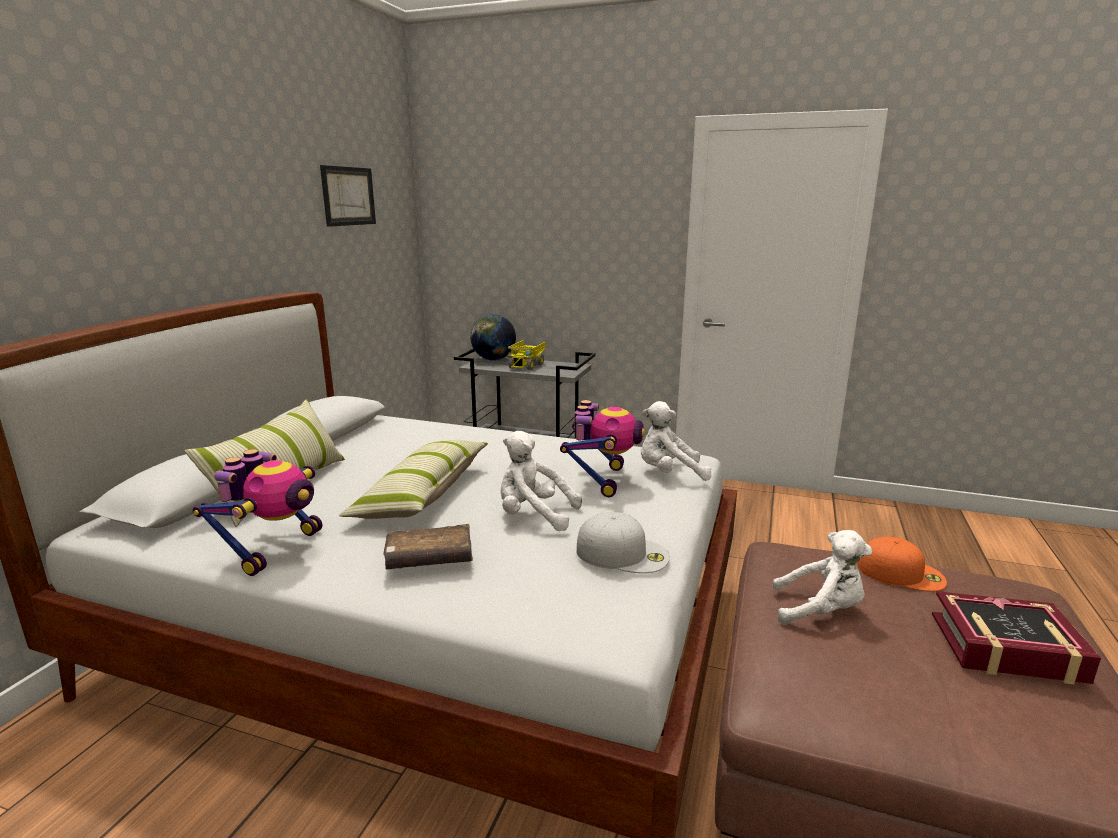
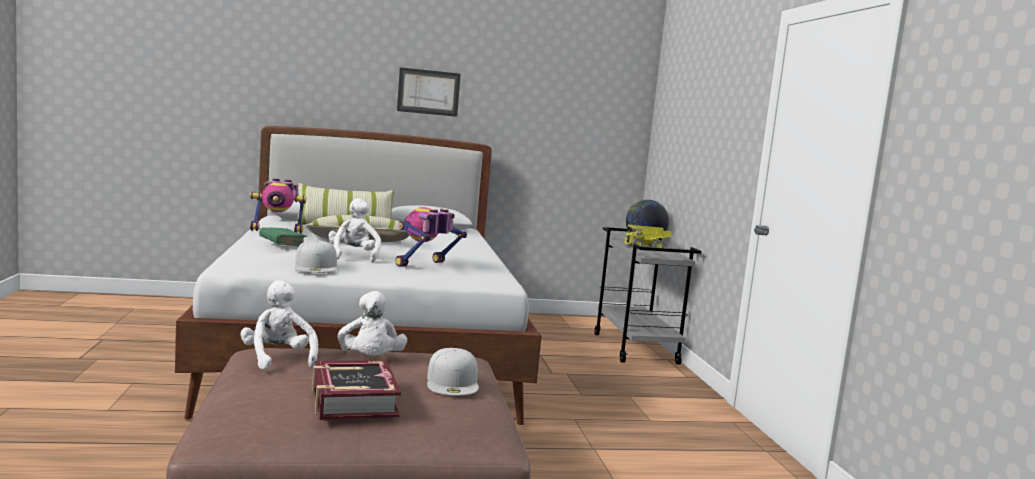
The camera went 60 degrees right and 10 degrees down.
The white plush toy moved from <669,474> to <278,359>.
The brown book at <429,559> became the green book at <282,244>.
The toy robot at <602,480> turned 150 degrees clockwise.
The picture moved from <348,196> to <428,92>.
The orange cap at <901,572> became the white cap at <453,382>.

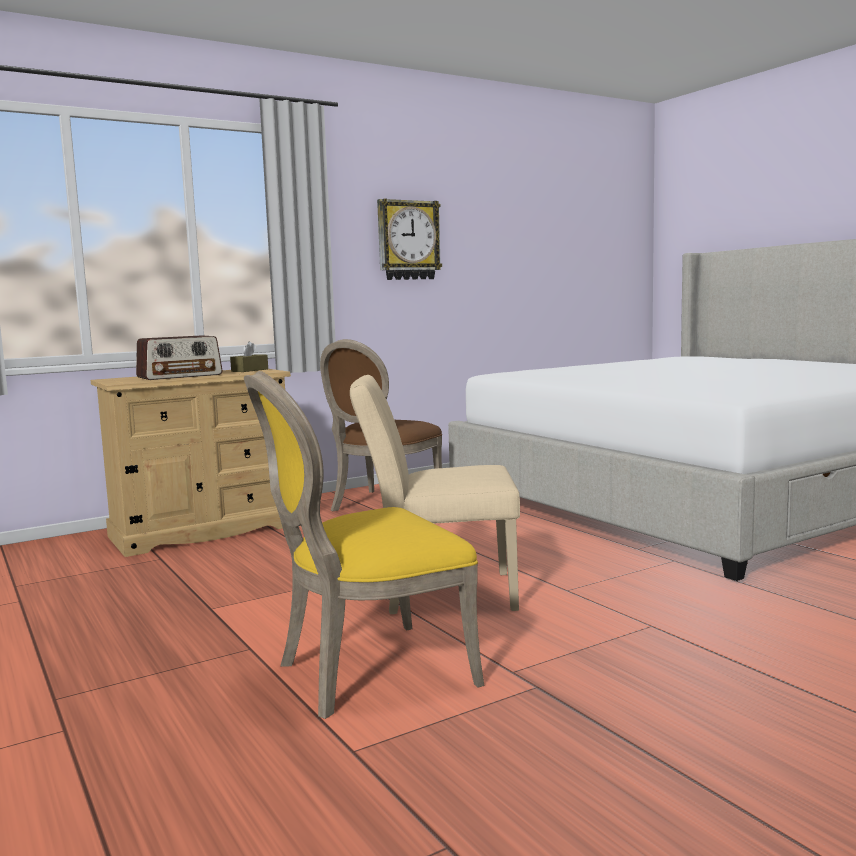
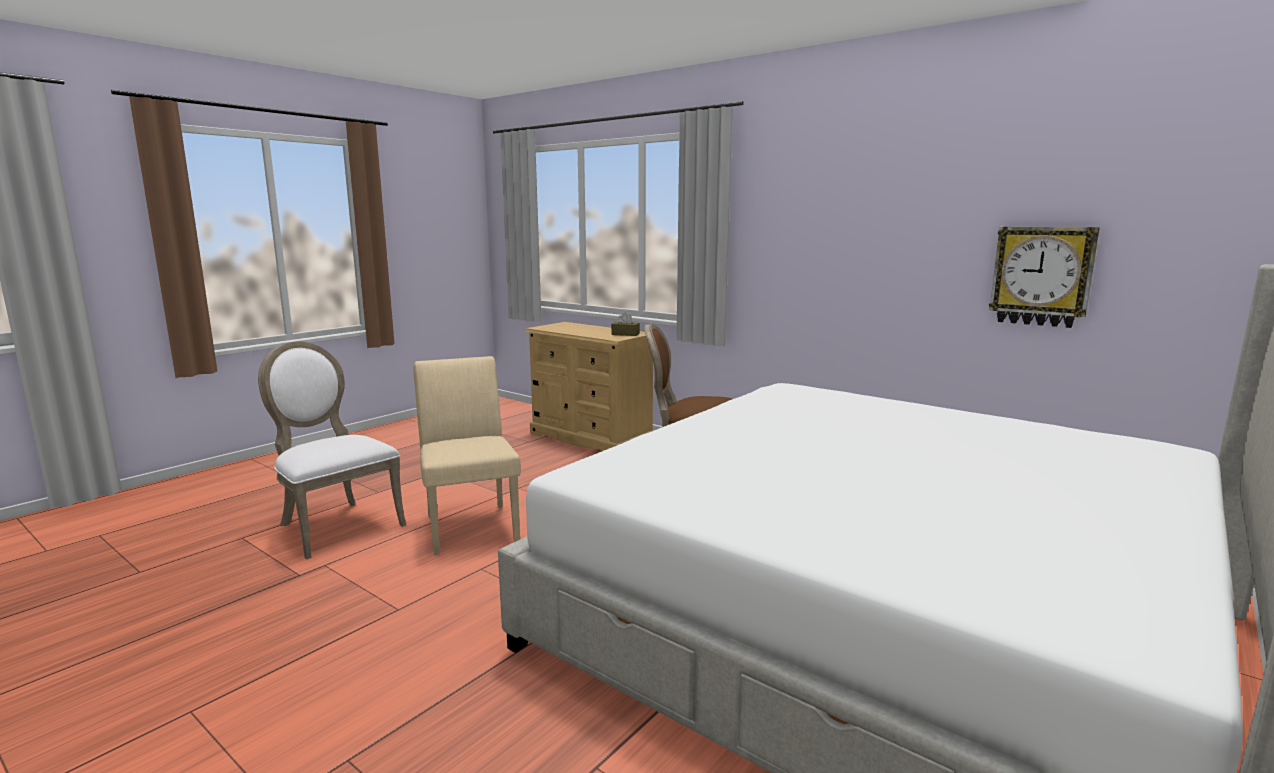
The camera went 70 degrees right and 5 degrees up.
The yellow chair at <367,673> became the white chair at <335,525>.
The wall clock moved from <408,240> to <1041,276>.
The radio at <180,376> disappeared.

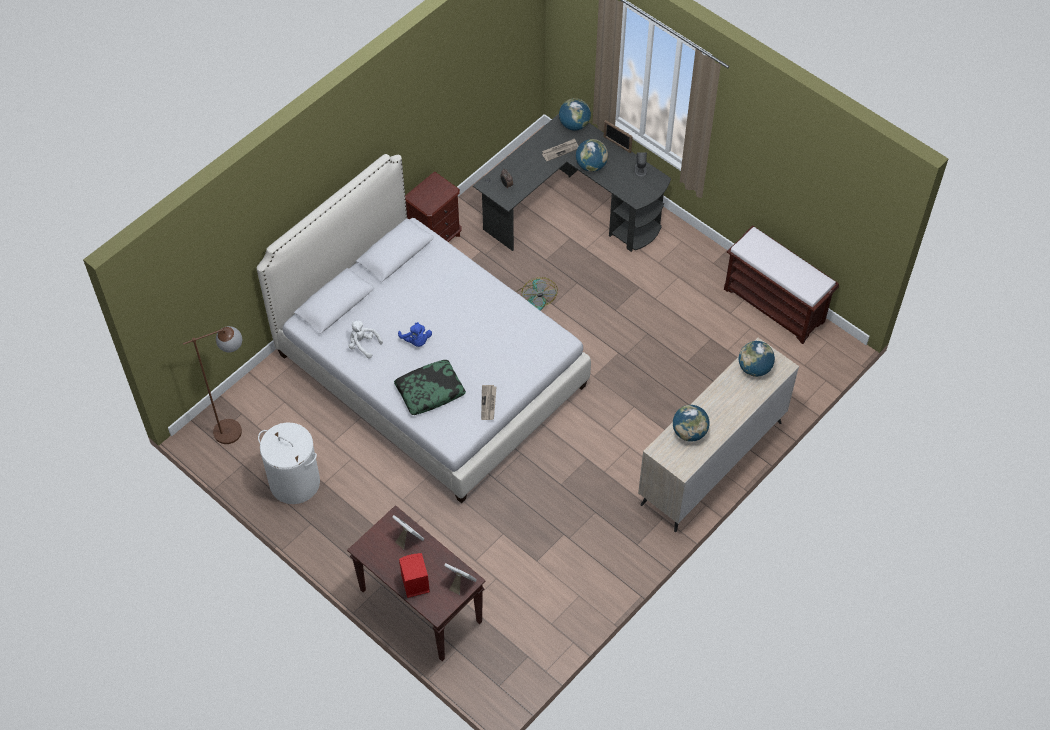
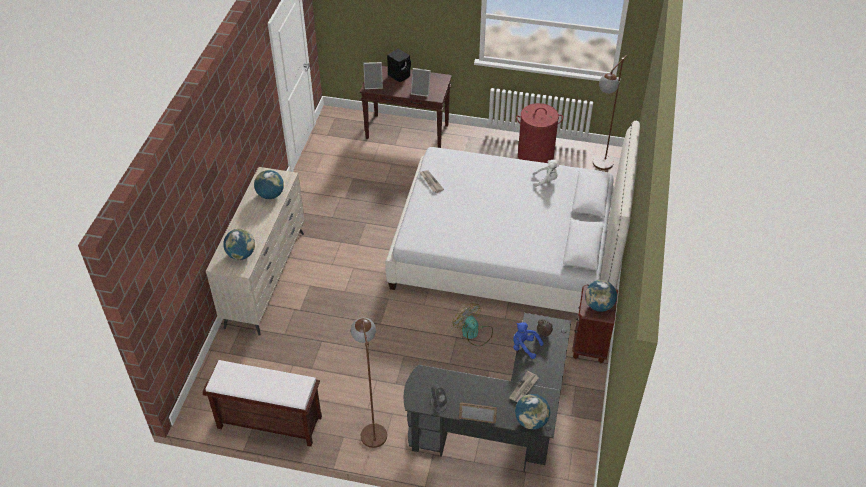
The camera went 150 degrees right and 10 degrees down.
The brown floor lamp at <372,428> appeared.
The red speaker at <414,583> became the black speaker at <399,75>.
The blue plush toy moved from <416,341> to <524,346>.
The white laundry basket at <295,482> became the red laundry basket at <535,156>.
The globe moved from <591,165> to <599,306>.
The pillow at <430,391> disappeared.

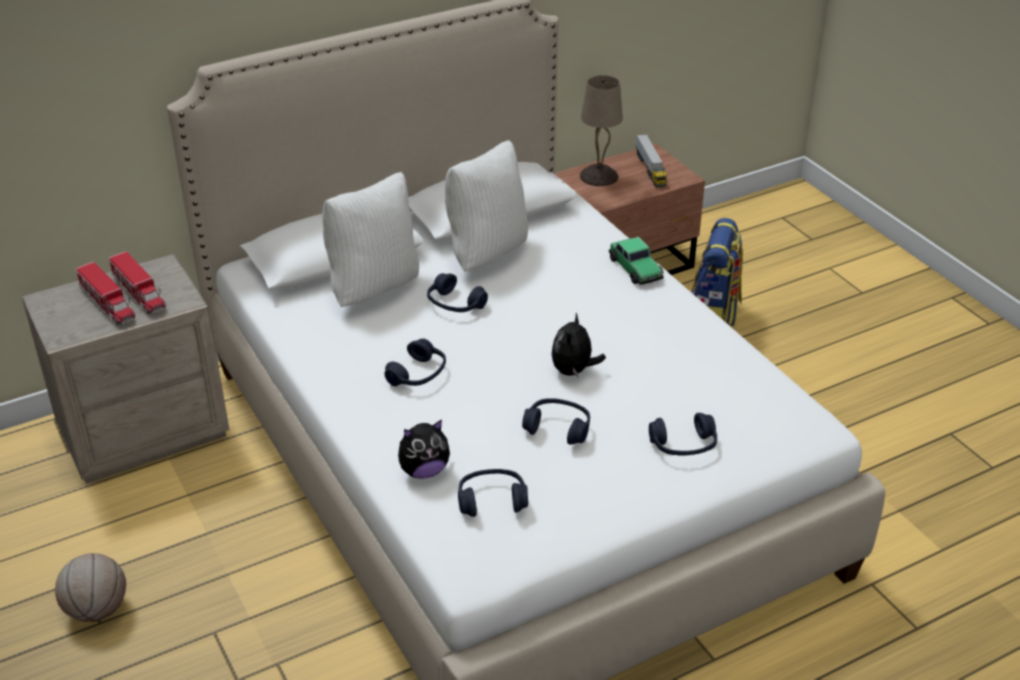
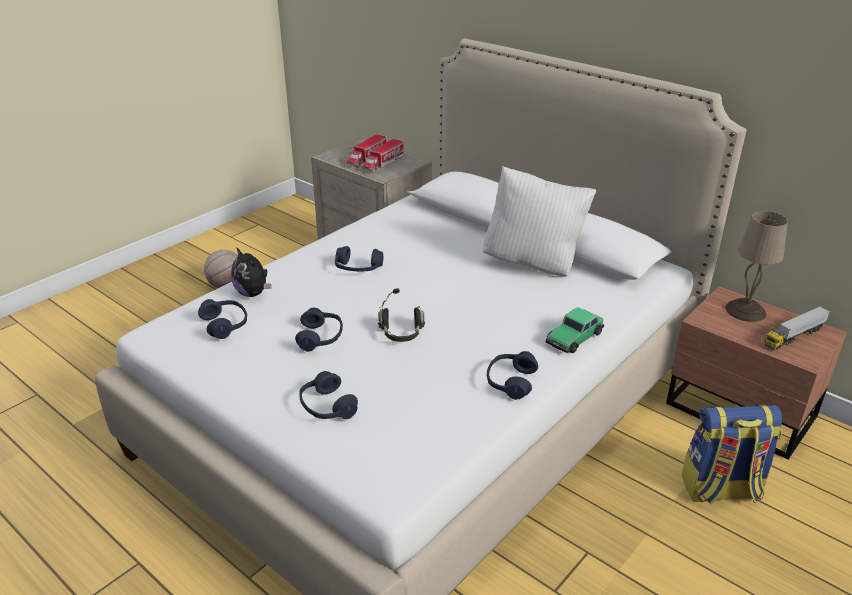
The camera went 70 degrees right and 5 degrees down.
The plush toy at <574,371> was replaced by the black headphones at <401,333>.
The blue headphones moved from <455,304> to <510,382>.
The white pillow at <373,287> disappeared.

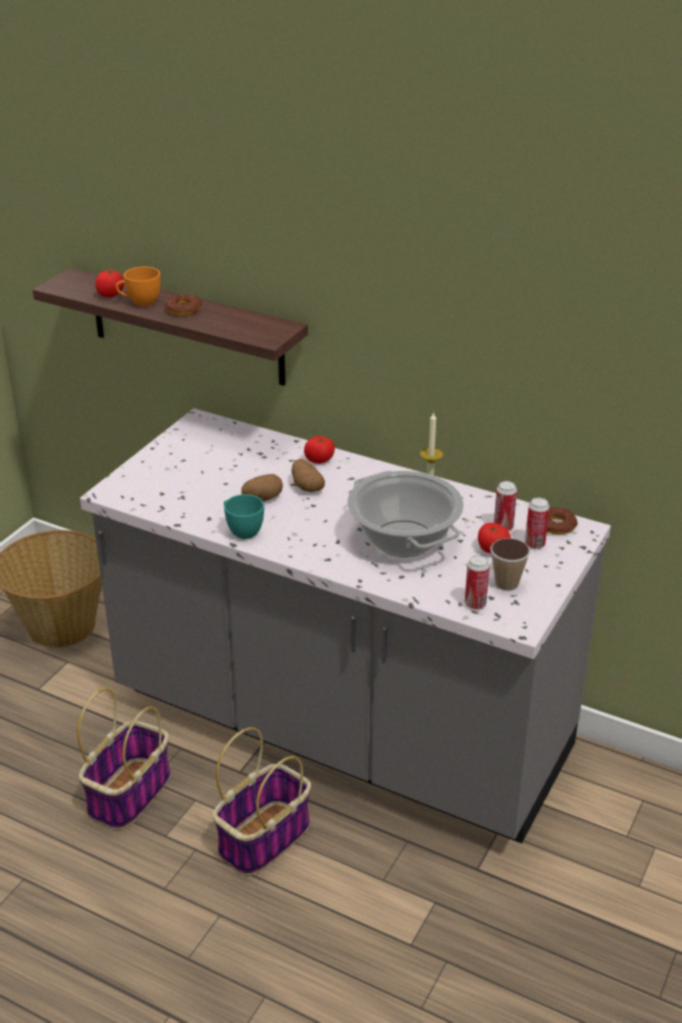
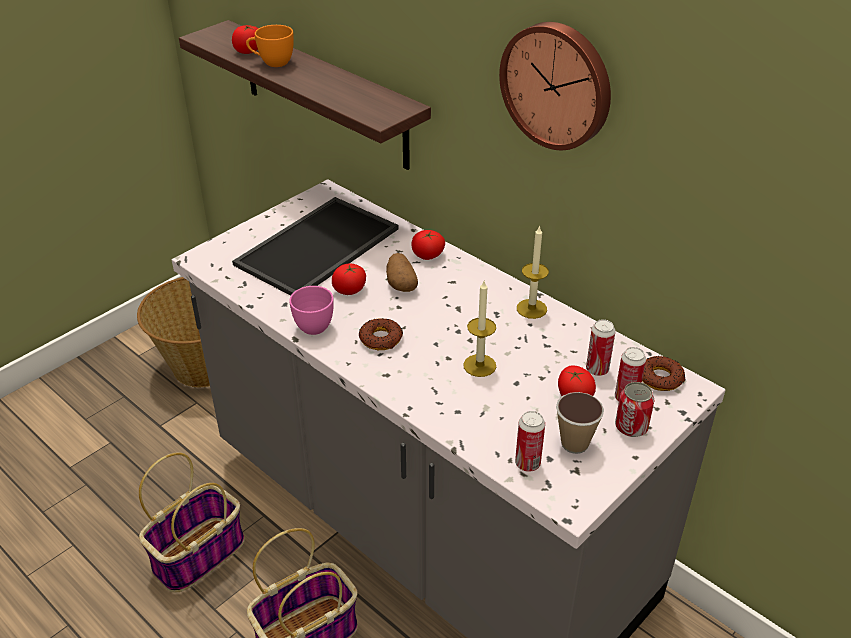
The camera went 15 degrees right and 5 degrees up.
The tray at <318,248> appeared.
The turquoise cup at <242,530> became the pink cup at <311,324>.
The potato at <262,498> was replaced by the tomato at <349,290>.
The donut moved from <184,309> to <381,339>.
The cooking pot at <404,539> was replaced by the candle at <479,365>.
The wall clock at <558,85> appeared.
The can at <631,427> appeared.

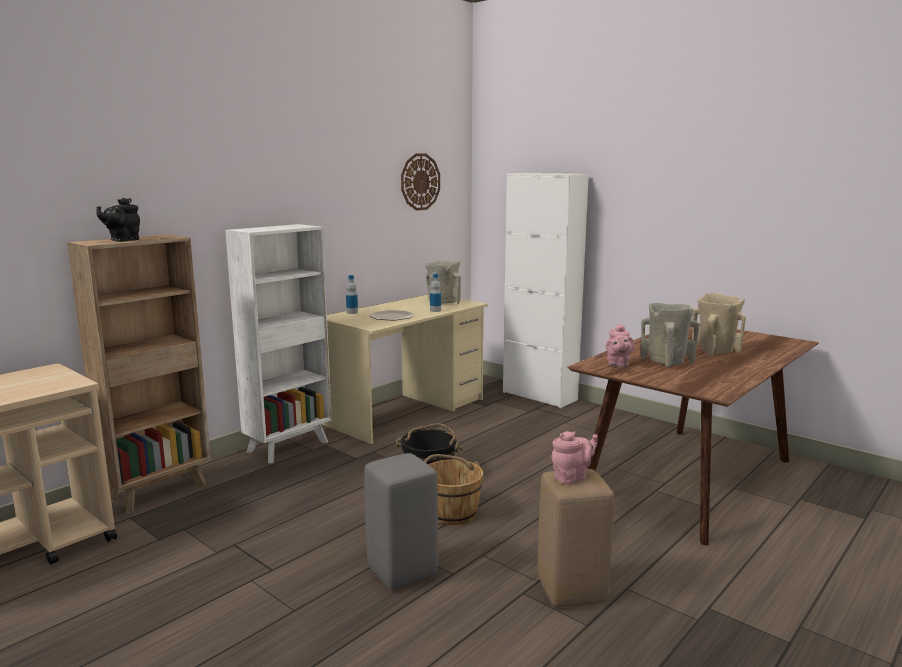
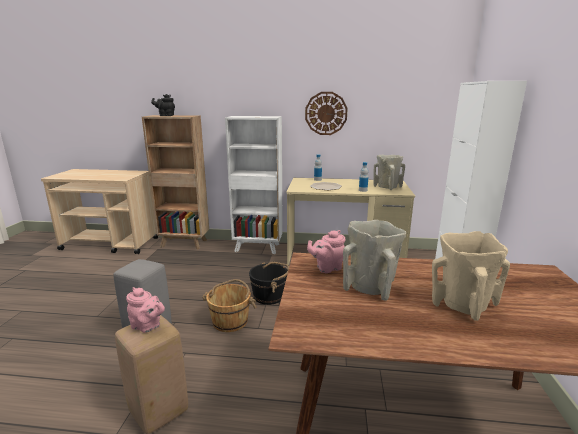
The camera went 55 degrees right and 5 degrees up.
The wall clock moved from <420,182> to <326,113>.

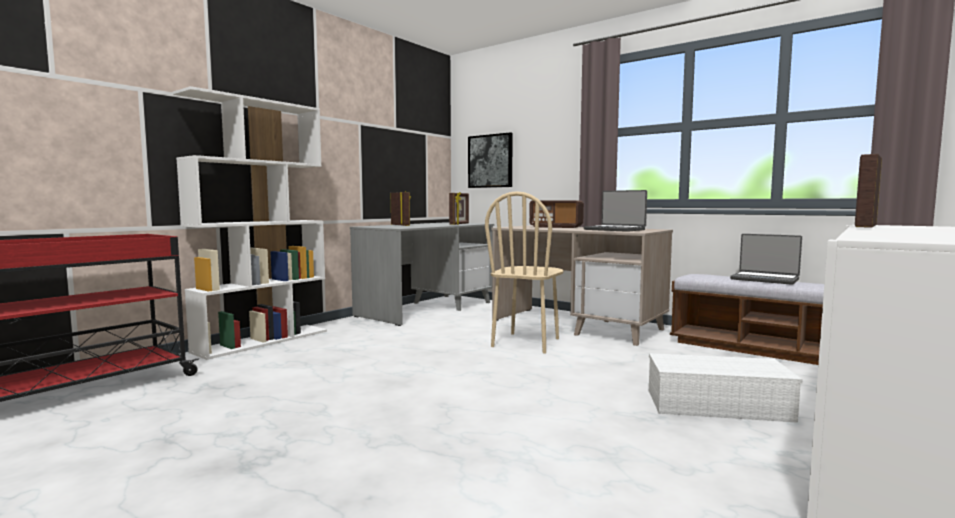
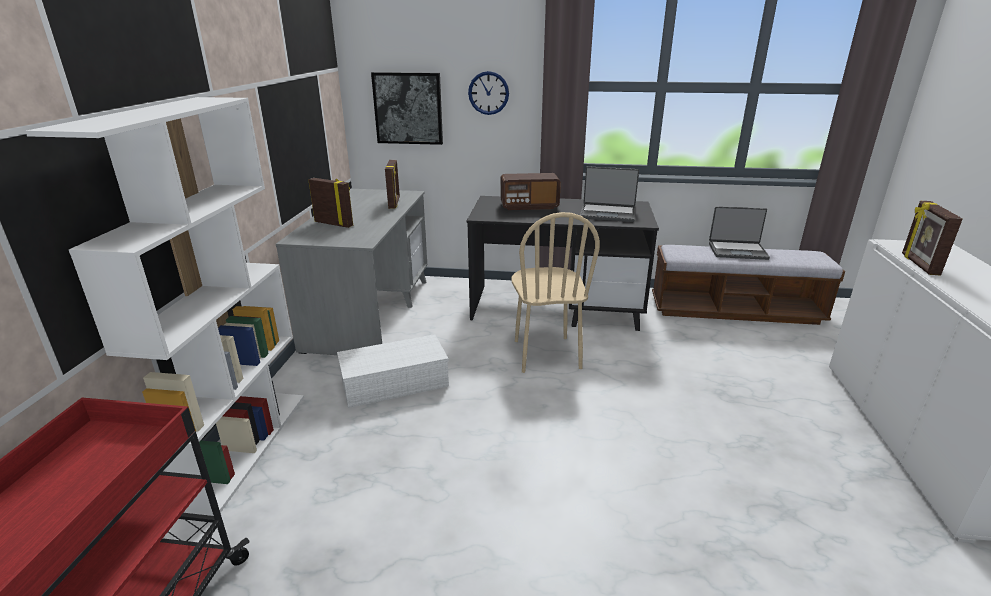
The camera went 30 degrees left and 20 degrees up.
The white storage box moved from <719,405> to <396,382>.
The beige desk at <578,325> became the black desk at <557,307>.
The wall clock at <488,93> appeared.

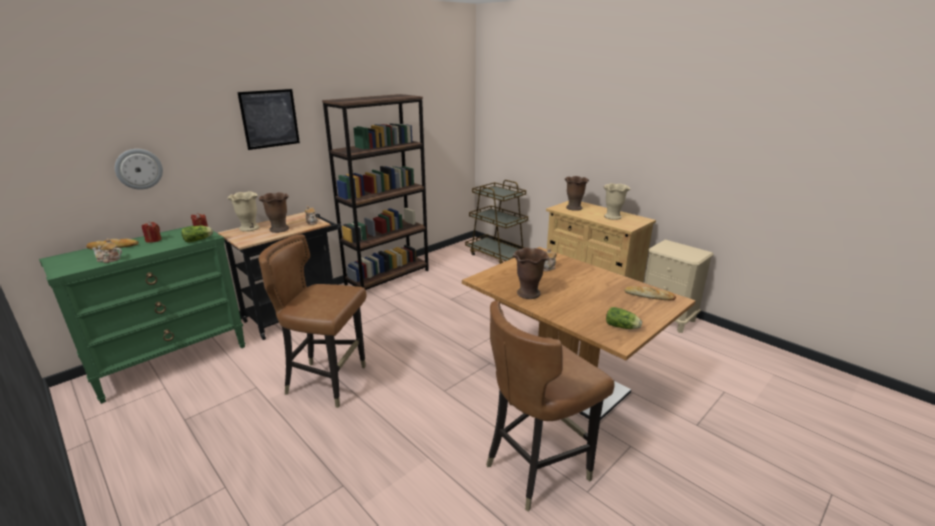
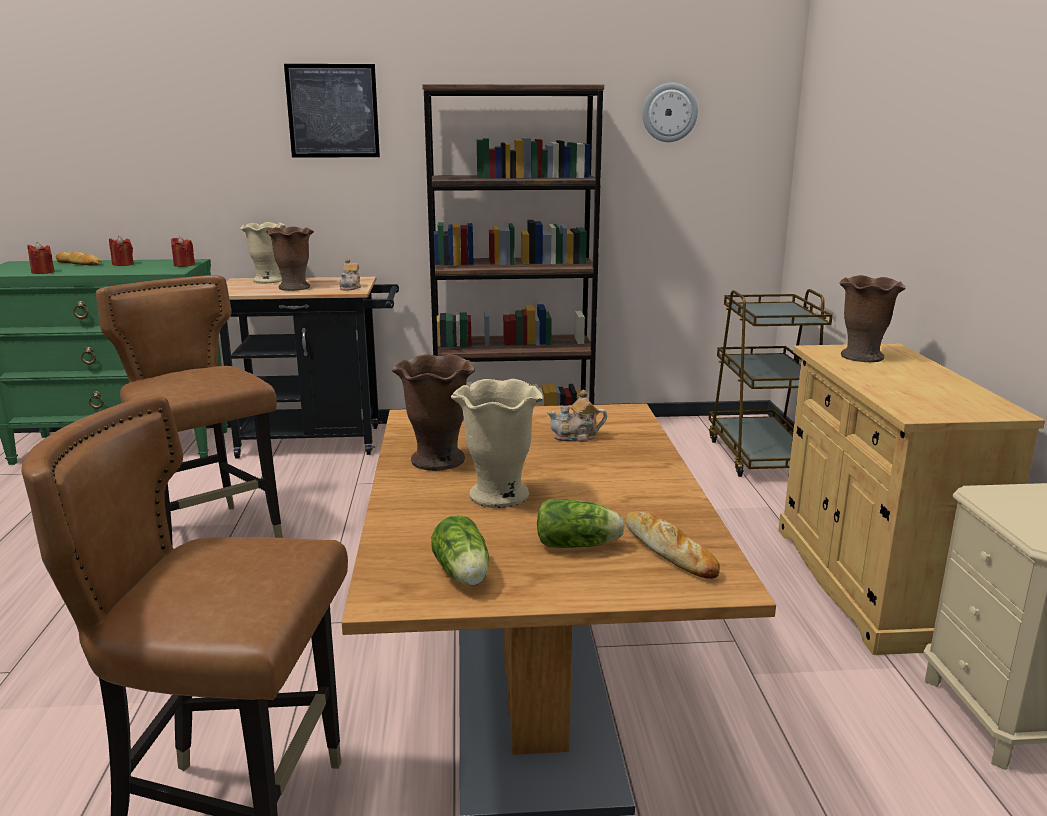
The camera went 40 degrees right and 5 degrees down.
The teapot at <109,260> was replaced by the red candle at <43,272>.
The beige vase moved from <612,217> to <498,495>.
The lettuce moved from <199,240> to <580,545>.
The wall clock moved from <139,169> to <669,112>.

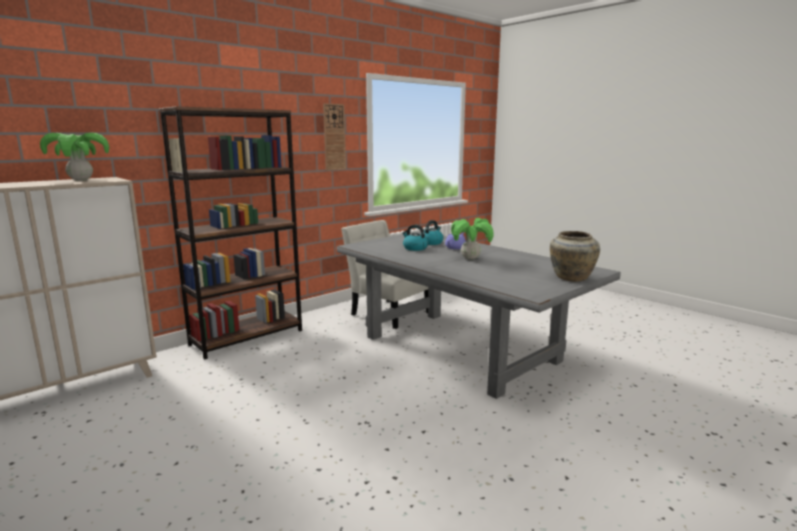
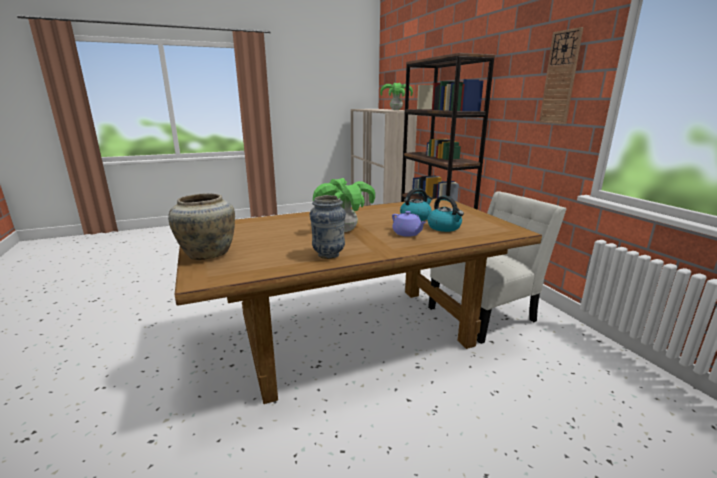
The camera went 110 degrees right and 5 degrees up.
The grey dining table at <459,348> became the brown dining table at <356,334>.
The vase at <328,255> appeared.

